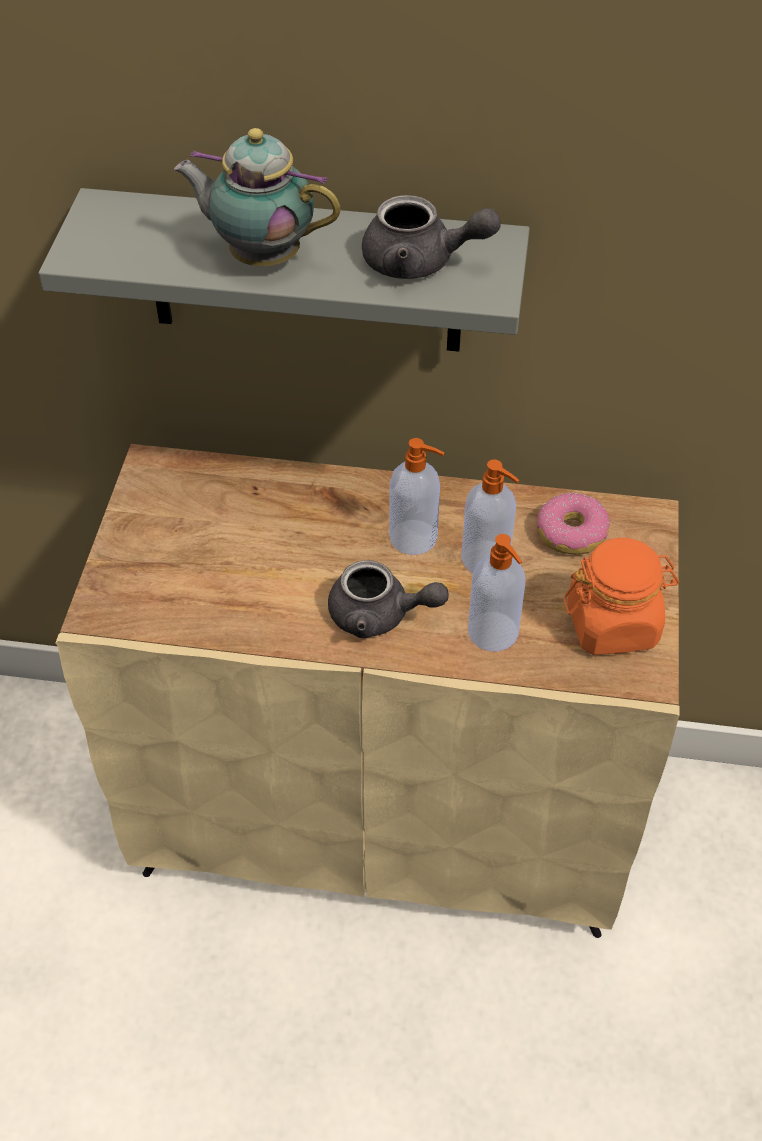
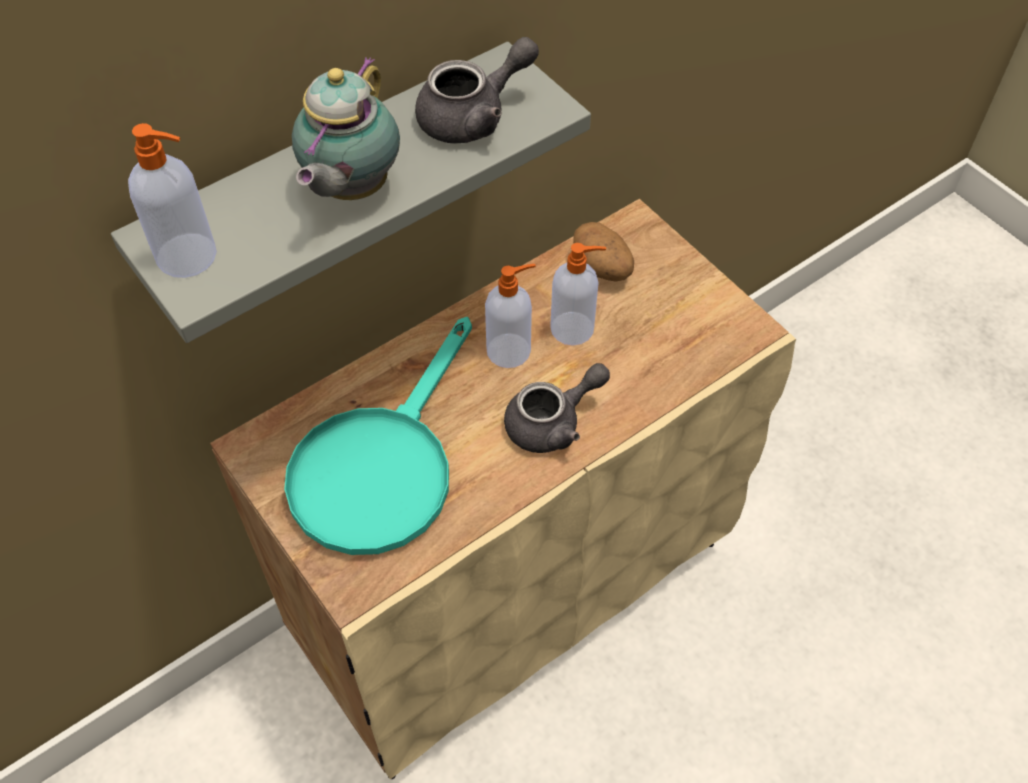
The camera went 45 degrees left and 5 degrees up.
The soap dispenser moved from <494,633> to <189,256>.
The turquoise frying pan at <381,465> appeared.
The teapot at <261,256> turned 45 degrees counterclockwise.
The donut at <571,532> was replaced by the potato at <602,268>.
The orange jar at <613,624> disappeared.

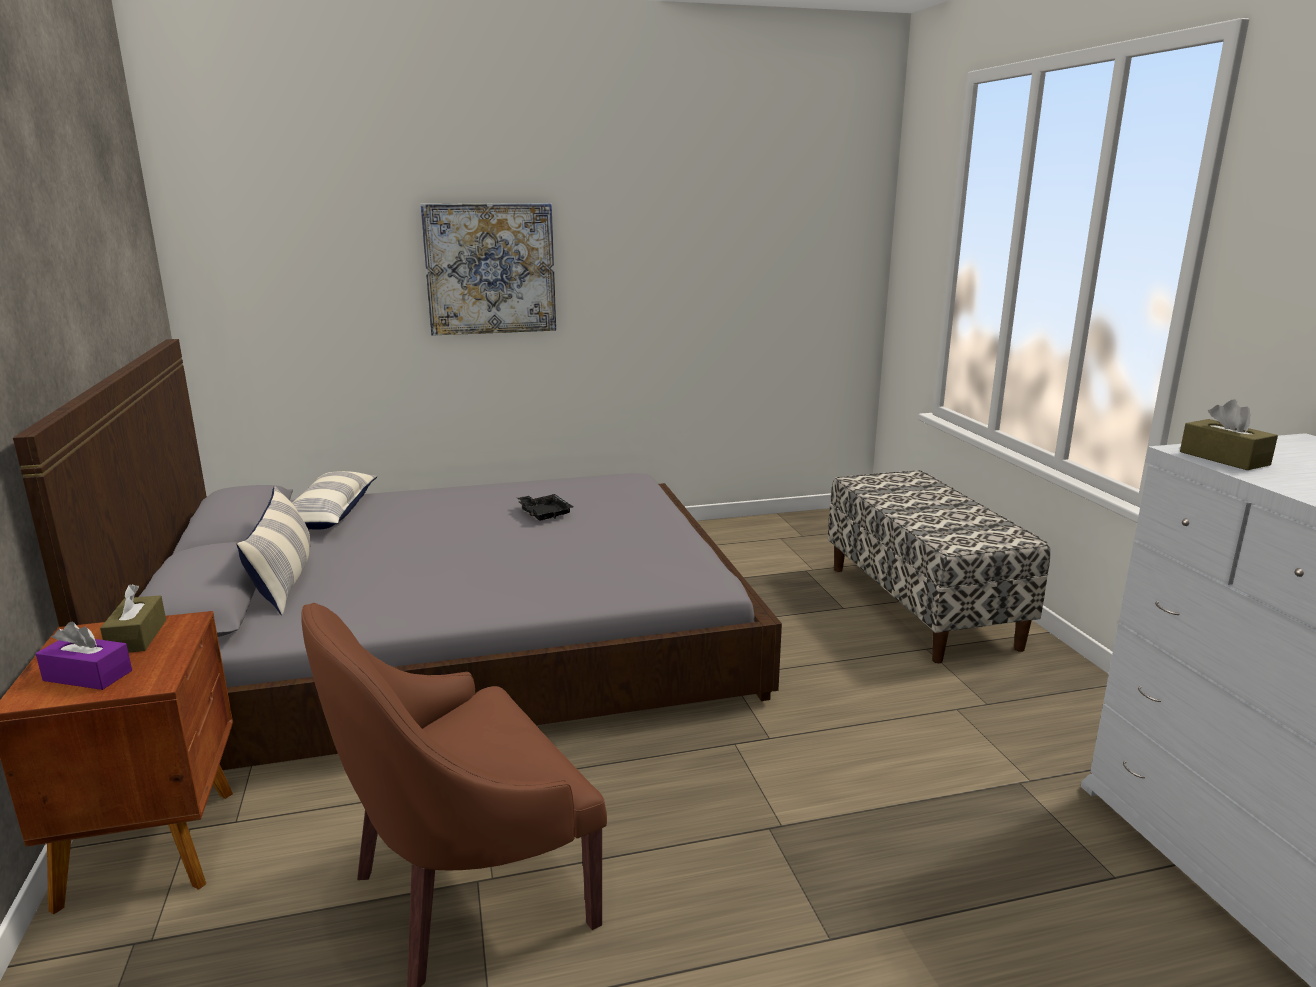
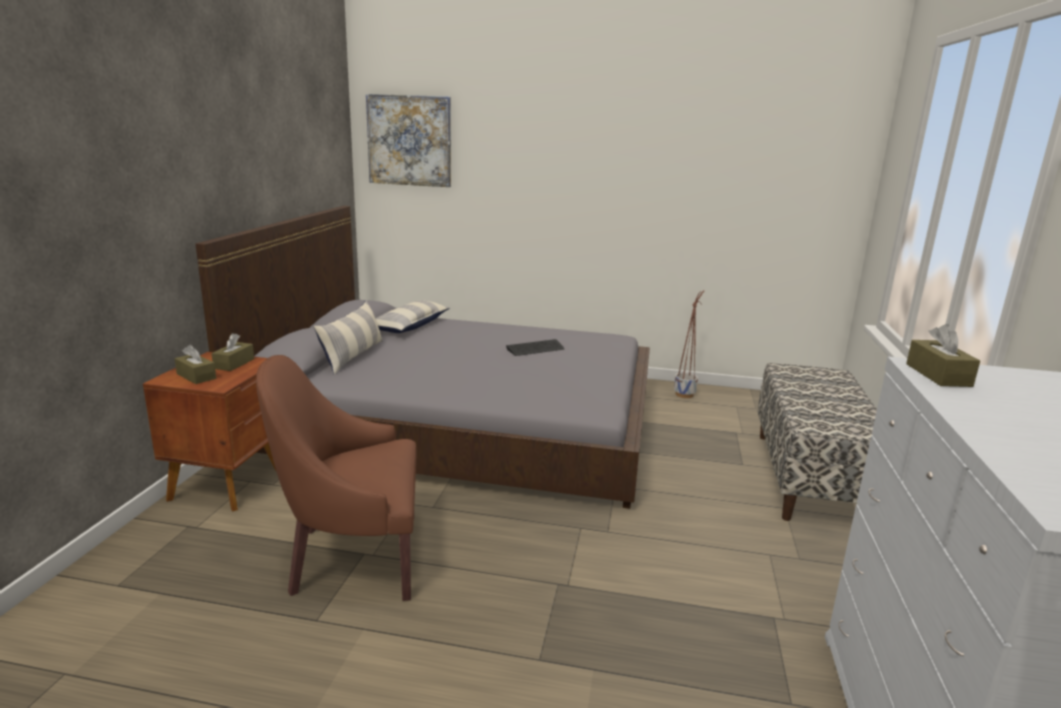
The camera went 25 degrees right and 0 degrees up.
The purple tissue box at <88,675> became the brown tissue box at <196,376>.
The picture moved from <490,269> to <409,140>.
The black tray at <544,513> was replaced by the keyboard at <535,349>.
The planter at <684,394> appeared.

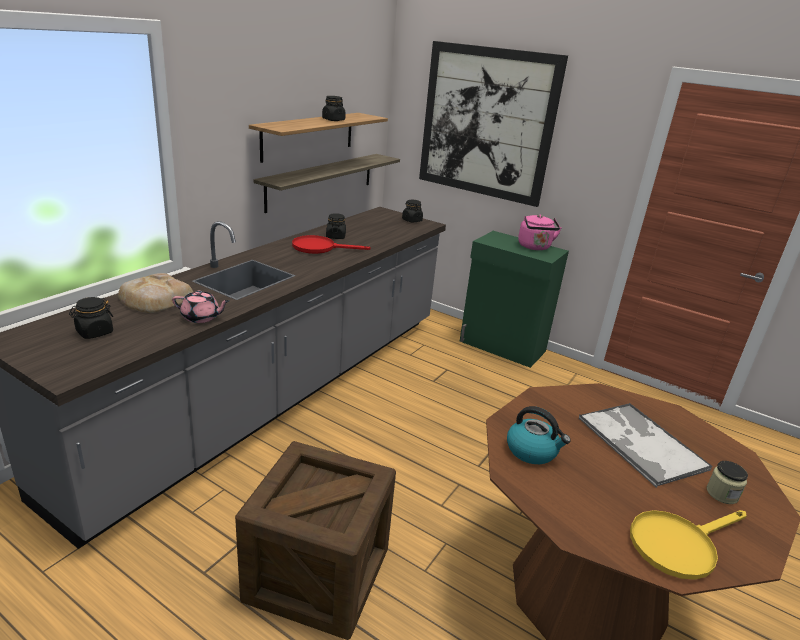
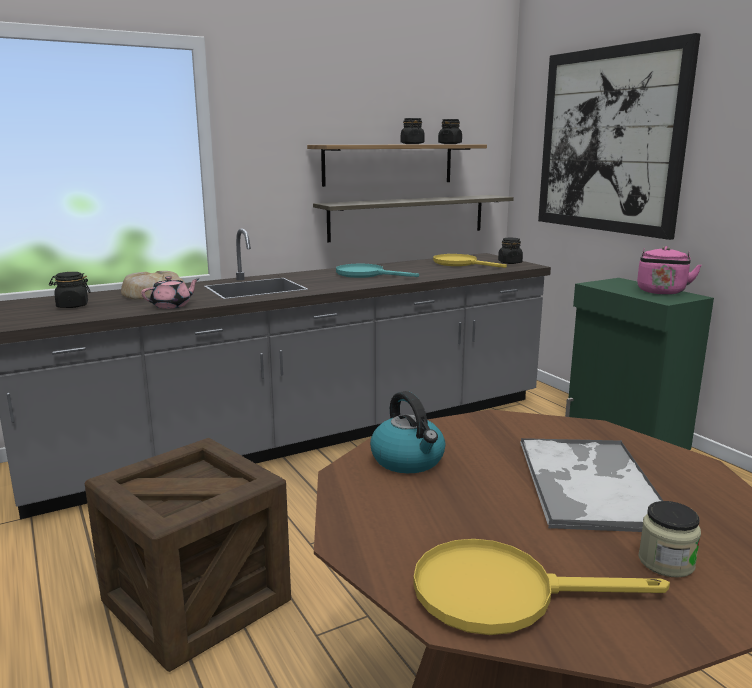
The camera went 30 degrees right and 10 degrees down.
The pink teapot at <201,317> turned 75 degrees counterclockwise.
The red frying pan at <320,248> became the turquoise frying pan at <366,274>.
The yellow frying pan at <460,264> appeared.
The black jar moved from <335,236> to <450,144>.

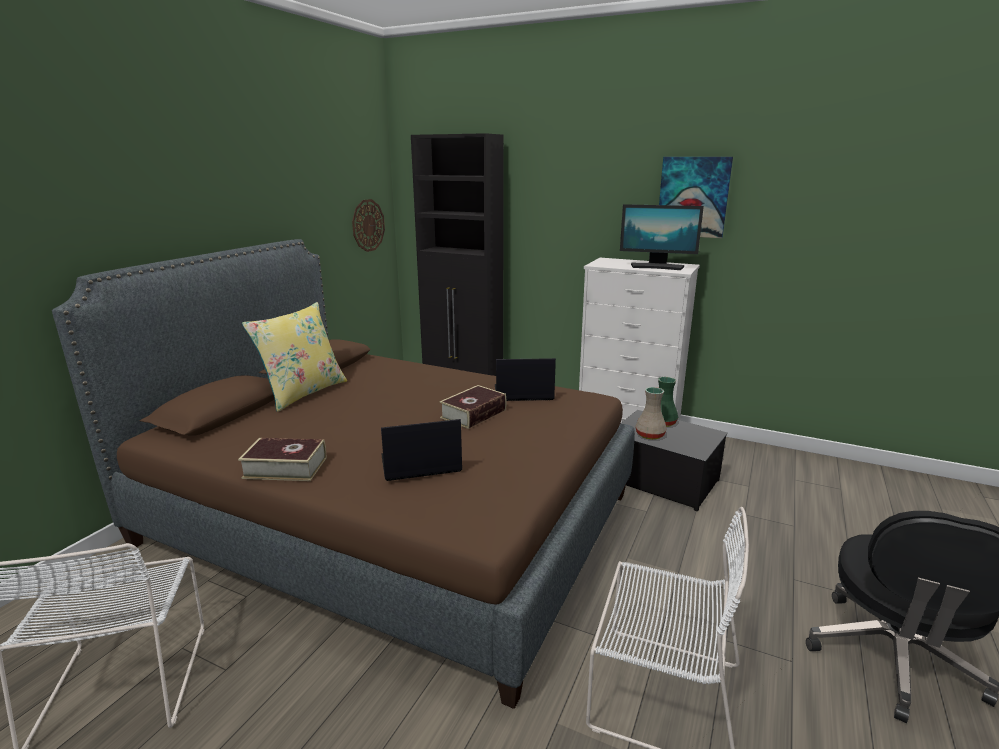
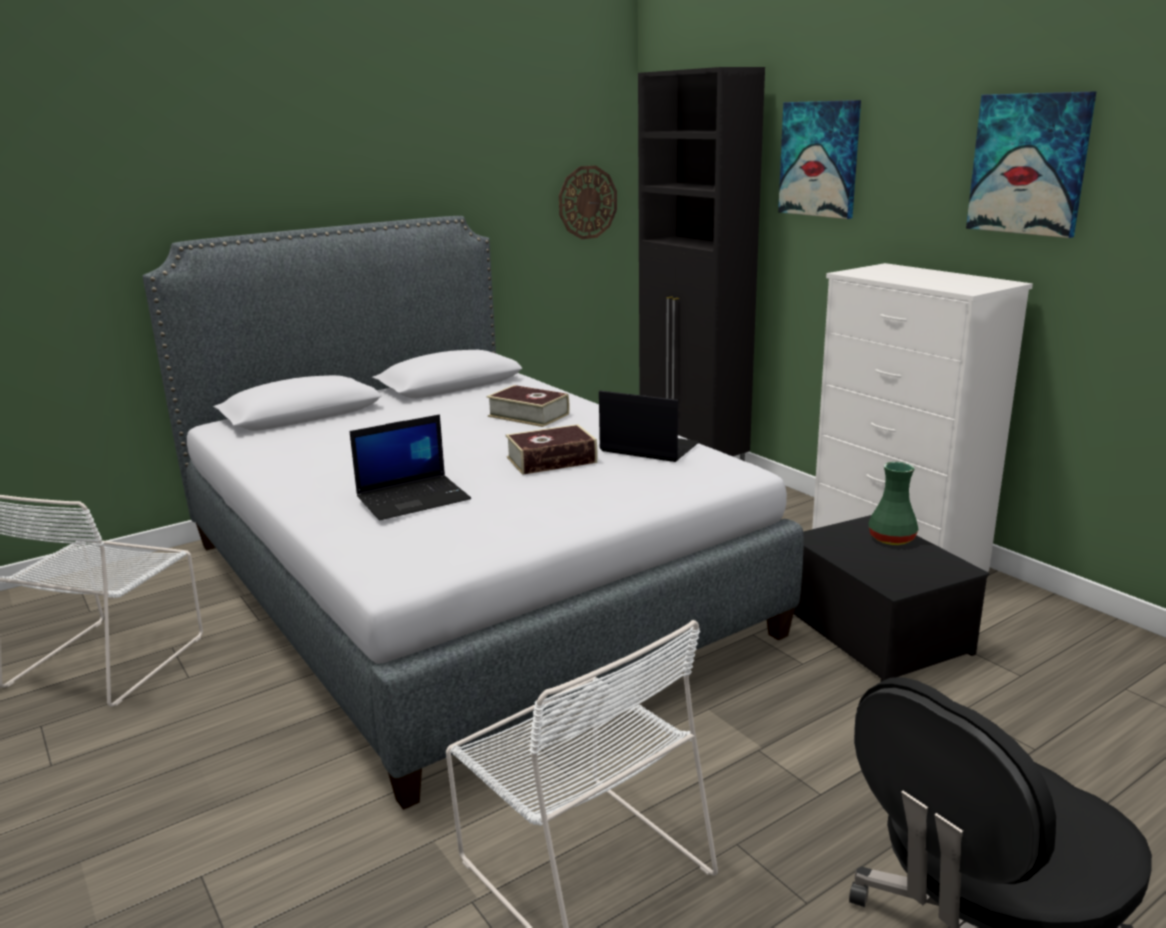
The camera went 30 degrees right and 0 degrees up.
The brown bed at <389,519> became the grey bed at <461,585>.
The laptop at <419,464> turned 135 degrees clockwise.
The book moved from <285,467> to <528,415>.
The picture at <820,159> appeared.
The yellow pillow at <303,392> disappeared.
The monitor at <657,267> disappeared.
The beige vase at <649,435> disappeared.

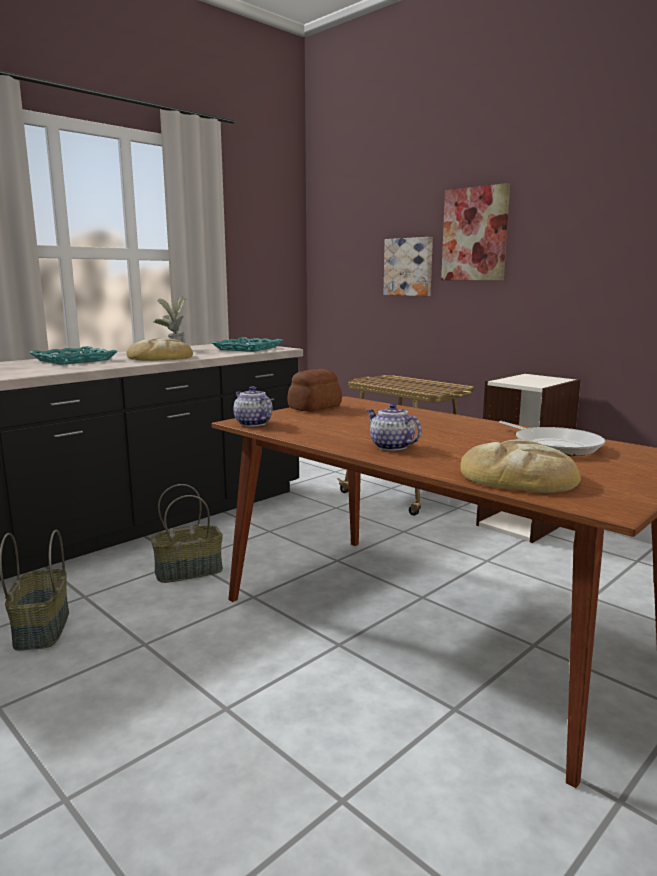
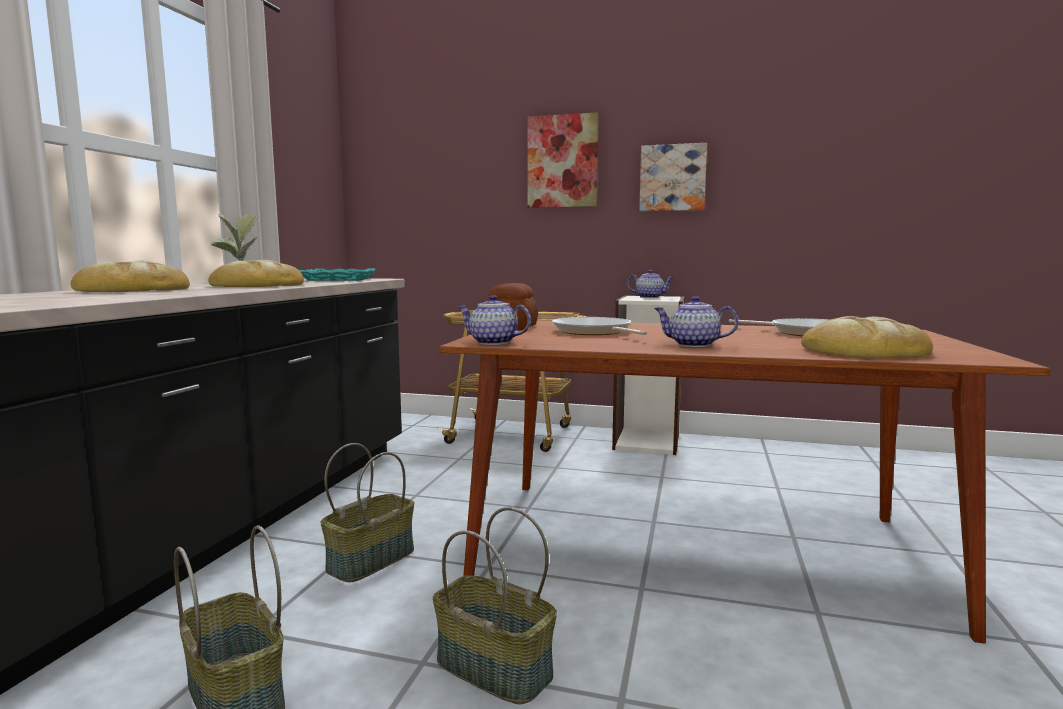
The camera went 30 degrees left and 5 degrees down.
The turquoise tray at <74,360> was replaced by the bread at <132,290>.
The basket at <492,668> appeared.
The frying pan at <594,332> appeared.
The teapot at <650,297> appeared.
The picture moved from <409,267> to <672,178>.

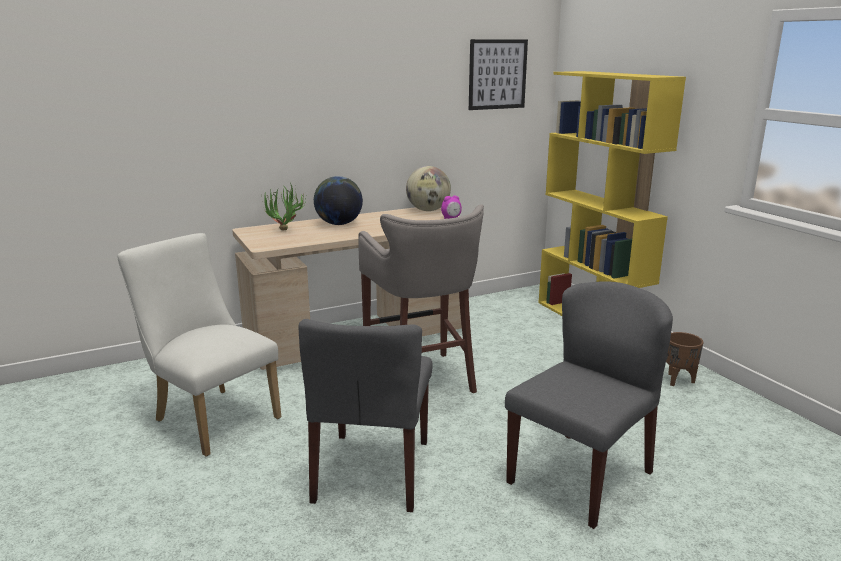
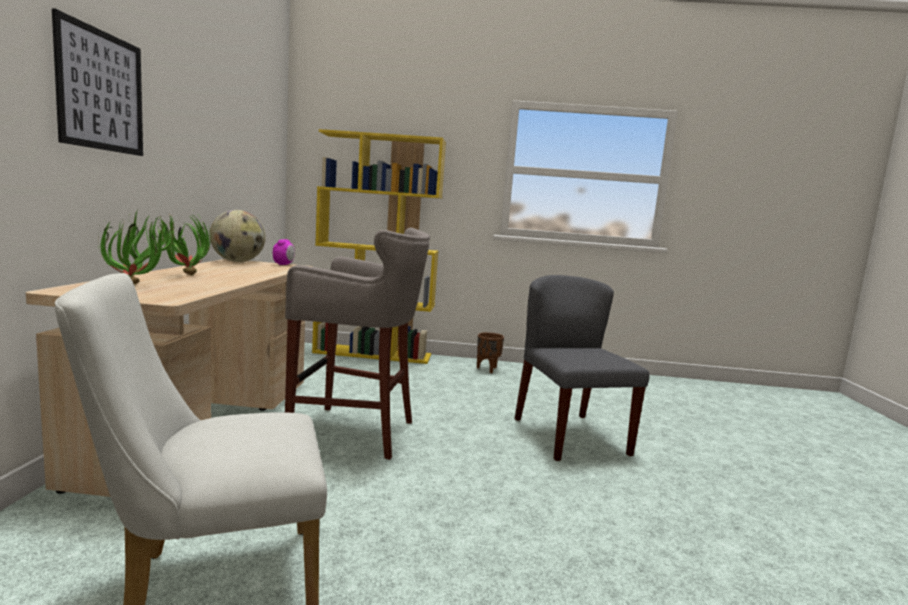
The camera went 60 degrees left and 10 degrees down.
The picture moved from <497,74> to <101,91>.
The globe at <338,224> was replaced by the potted plant at <183,275>.
The grey chair at <372,471> disappeared.

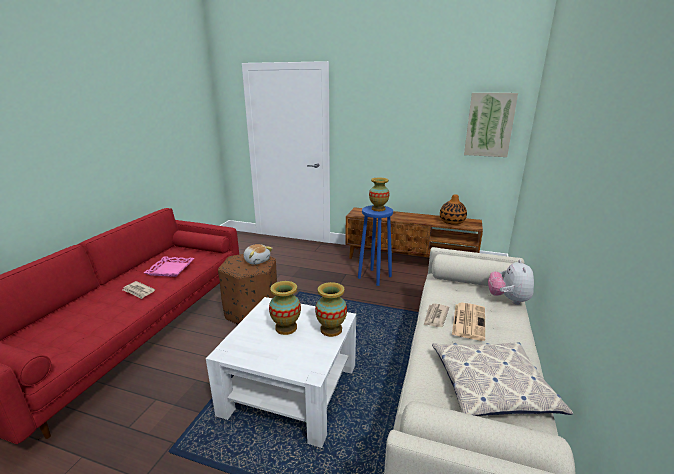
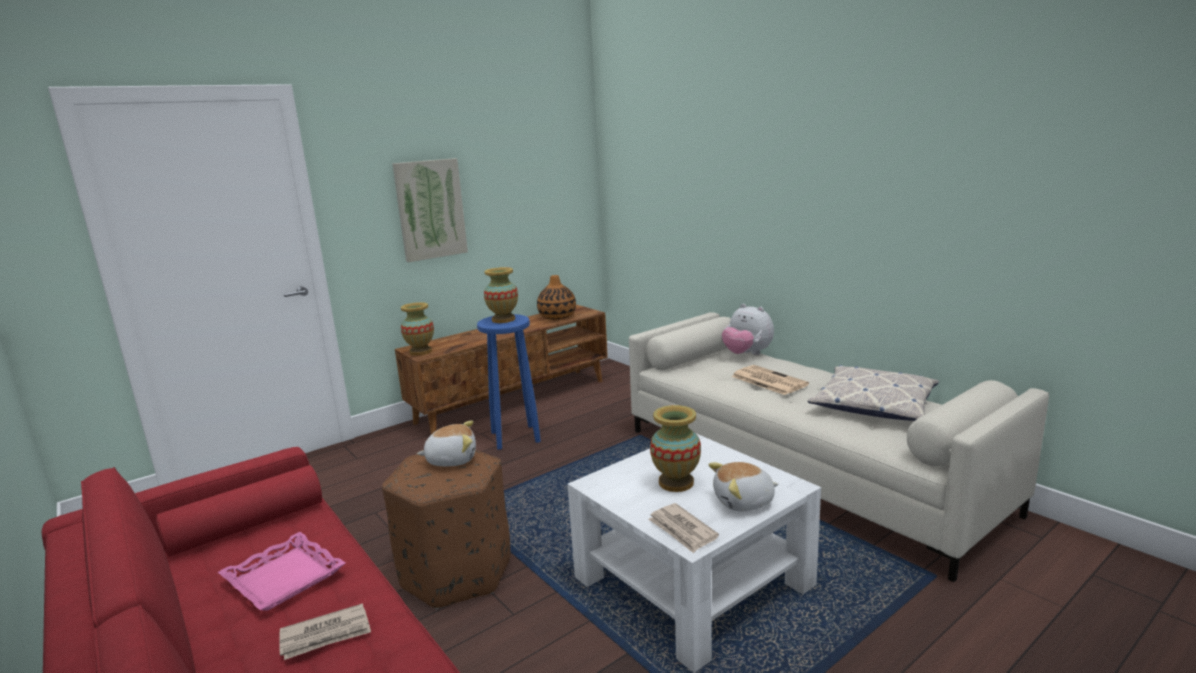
The camera went 55 degrees left and 5 degrees down.
The picture moved from <489,125> to <430,209>.
The vase moved from <331,330> to <420,352>.
The newspaper moved from <435,317> to <682,530>.
The plush toy at <744,502> appeared.

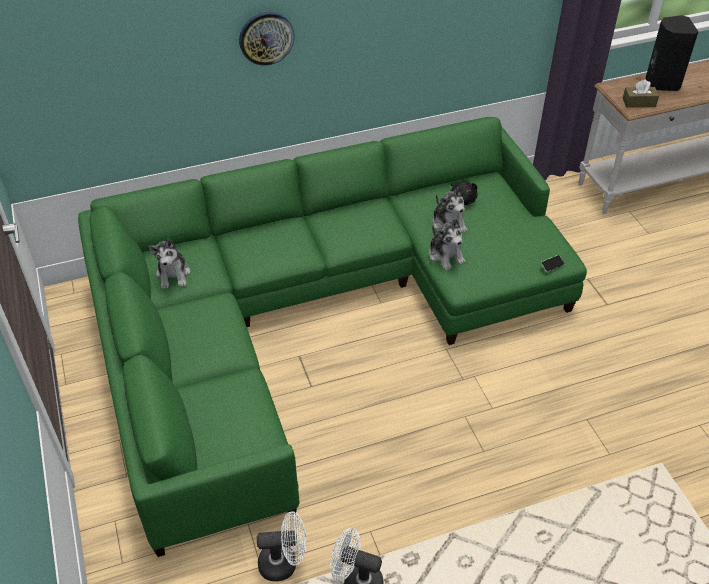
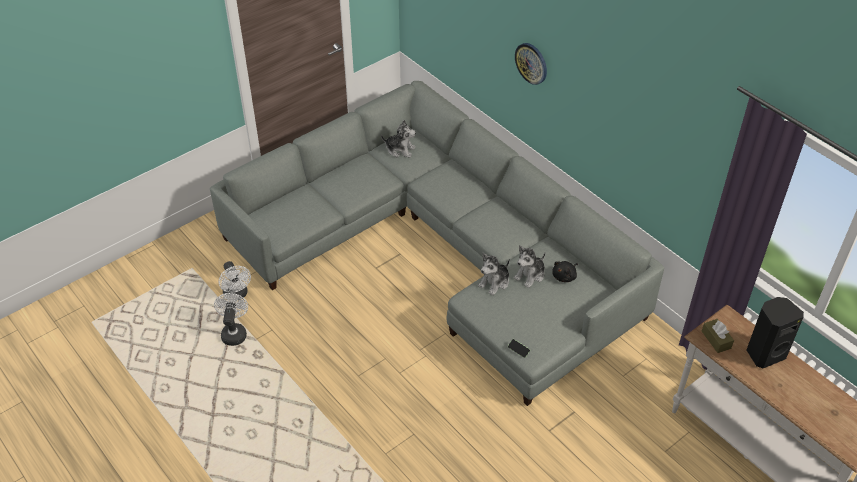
The camera went 70 degrees right and 0 degrees up.
The green sofa at <314,314> became the grey sofa at <443,250>.
The plush toy at <173,274> turned 135 degrees counterclockwise.

